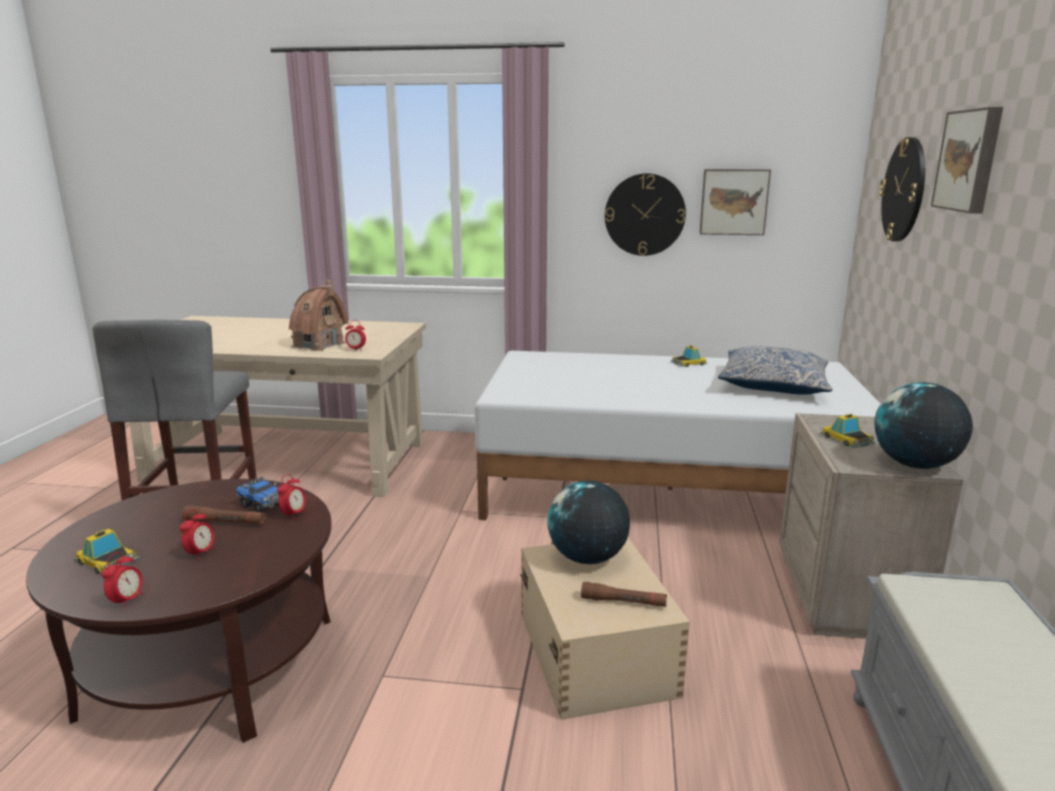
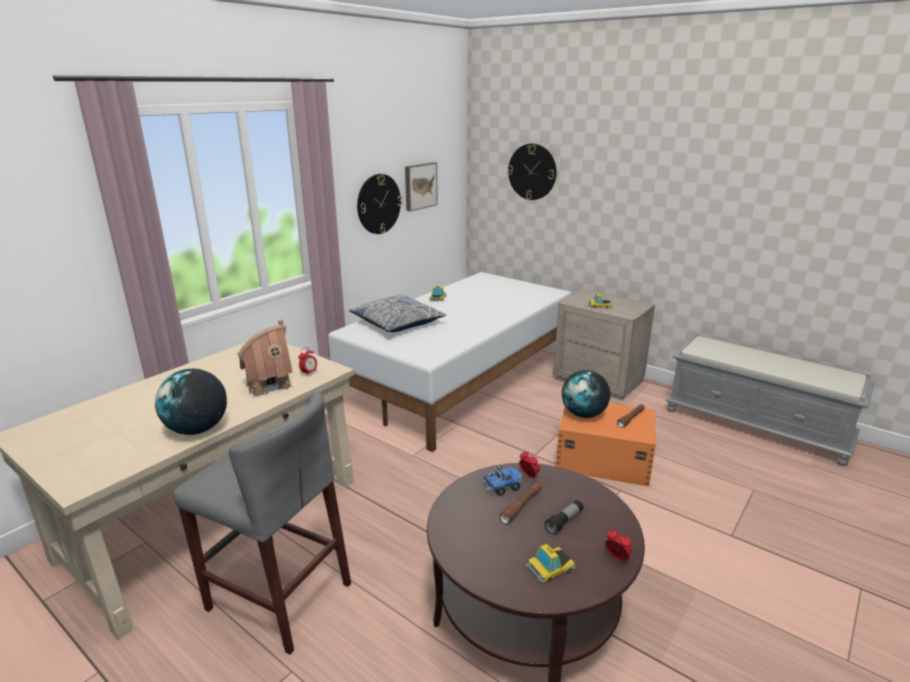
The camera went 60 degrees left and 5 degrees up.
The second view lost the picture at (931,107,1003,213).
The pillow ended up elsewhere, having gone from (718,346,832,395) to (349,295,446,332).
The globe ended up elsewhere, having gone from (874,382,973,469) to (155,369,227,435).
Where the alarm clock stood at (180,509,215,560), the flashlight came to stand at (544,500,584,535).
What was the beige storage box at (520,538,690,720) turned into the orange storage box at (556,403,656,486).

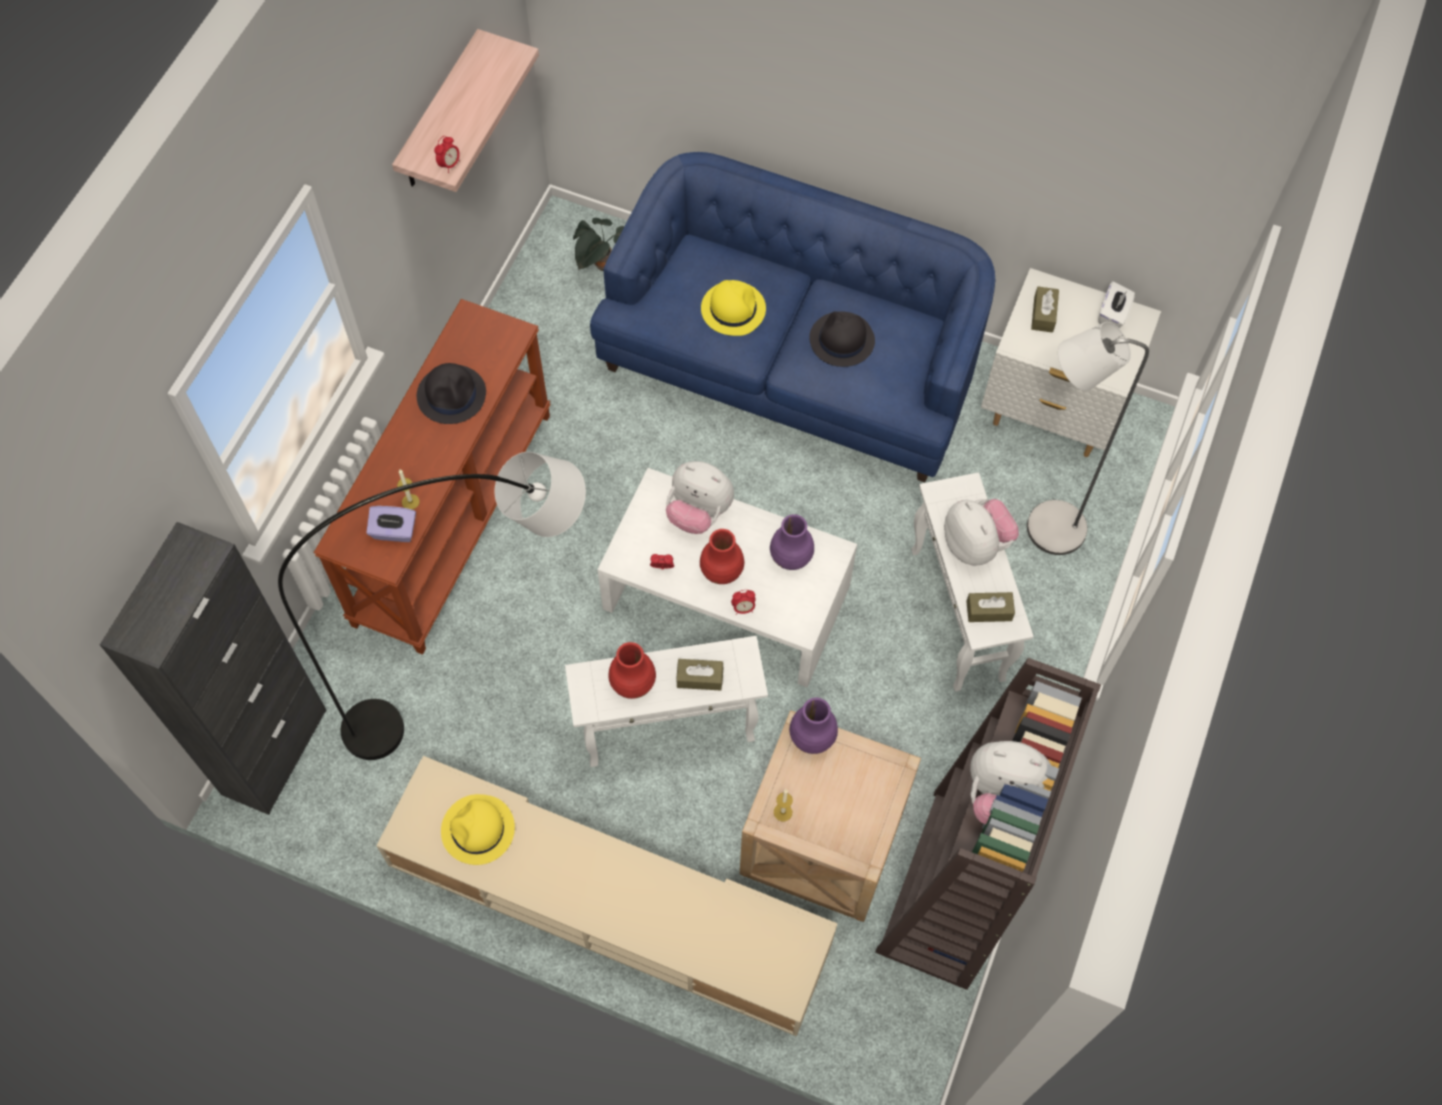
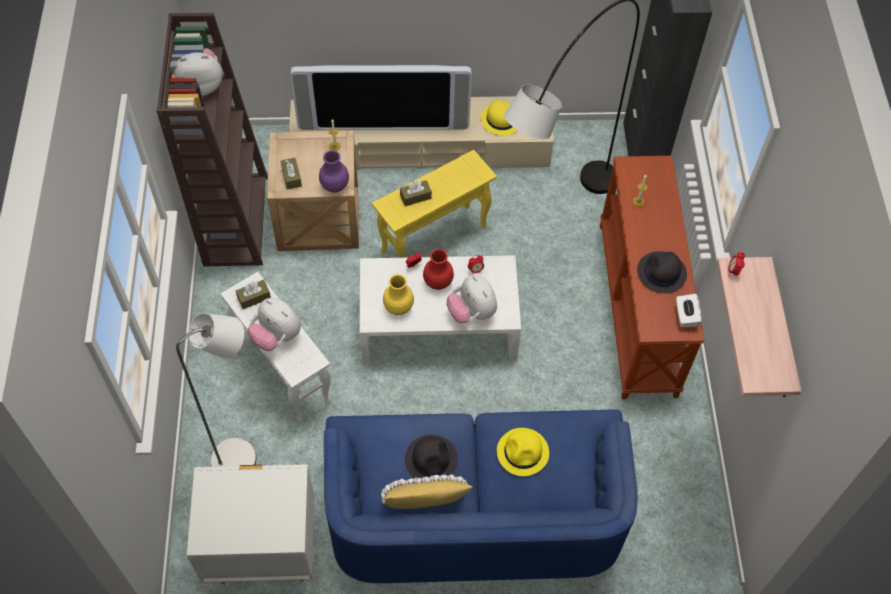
The camera went 155 degrees right and 5 degrees down.
The second view lost the potted plant at (573,218,624,271).
The white tissue box ended up elsewhere, having gone from (1098,281,1135,328) to (676,294,701,327).
The brown tissue box ended up elsewhere, having gone from (1031,287,1059,333) to (281,158,302,189).
The plush toy at (666,461,734,534) ended up facing another way, 120 degrees counterclockwise from before.
The second view lost the purple tissue box at (366,506,416,542).
What was the purple vase at (770,514,814,570) turned into the yellow vase at (383,274,414,315).
What was the white side table at (565,636,768,767) turned into the yellow side table at (372,150,497,258).
The second view lost the red vase at (609,642,656,699).
The second view gained the television at (290,65,472,130).
The second view gained the yellow pillow at (381,474,472,509).

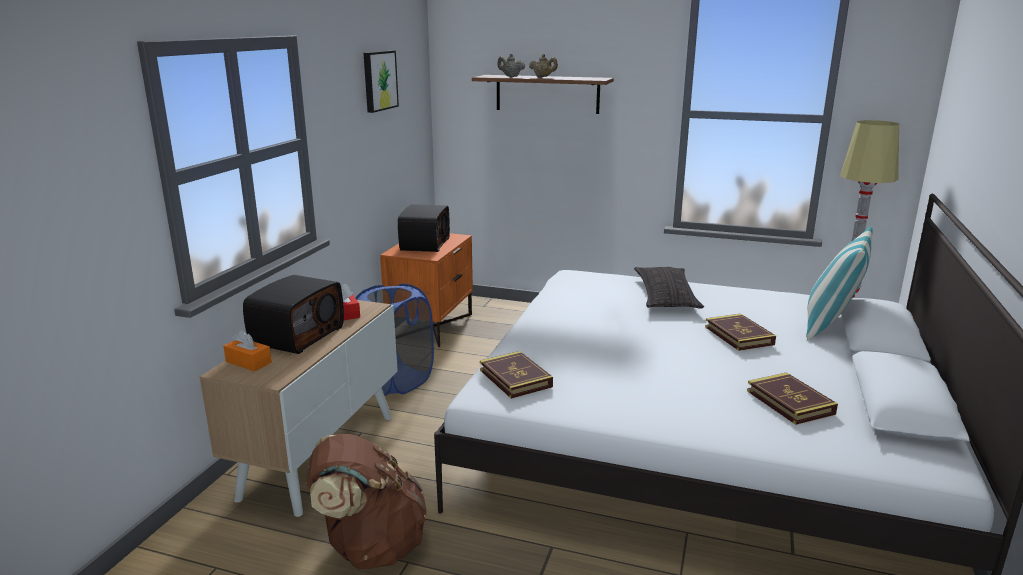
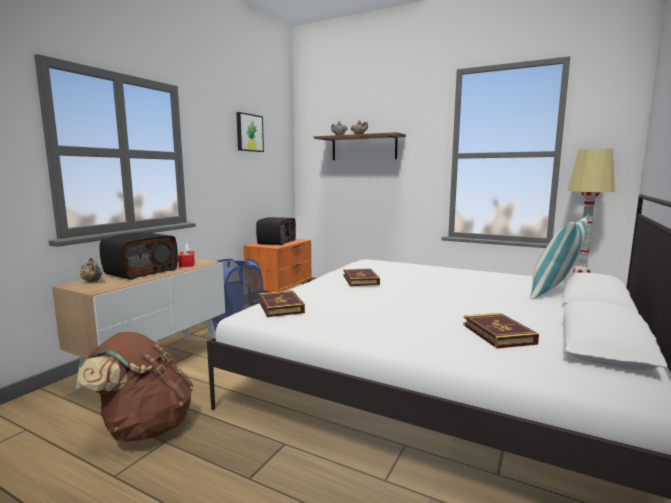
The camera went 10 degrees right and 10 degrees down.
The second view lost the pillow at (634,267,704,309).
The book ended up elsewhere, having gone from (705,314,776,351) to (343,268,380,286).
Where the orange tissue box stood at (223,330,272,371), the beige teapot came to stand at (80,258,102,282).

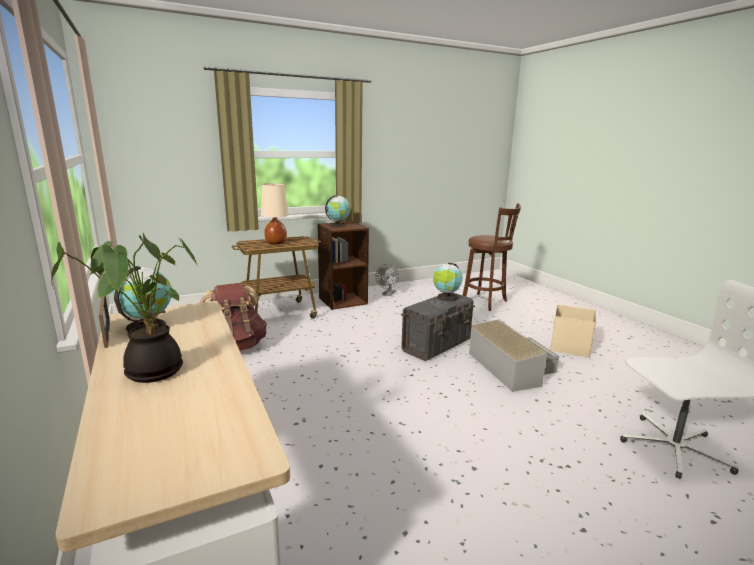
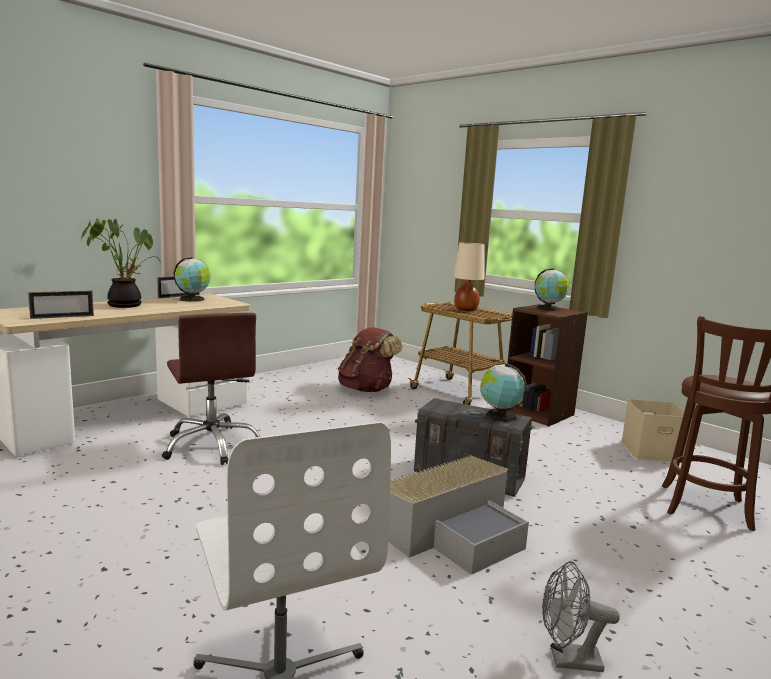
The camera went 70 degrees right and 5 degrees down.
The grey fan ended up elsewhere, having gone from (376,264,399,296) to (542,561,620,672).
The beige storage box ended up elsewhere, having gone from (550,305,596,358) to (621,399,690,463).
The second view gained the picture frame at (28,290,94,319).
The second view gained the brown office chair at (162,313,260,465).

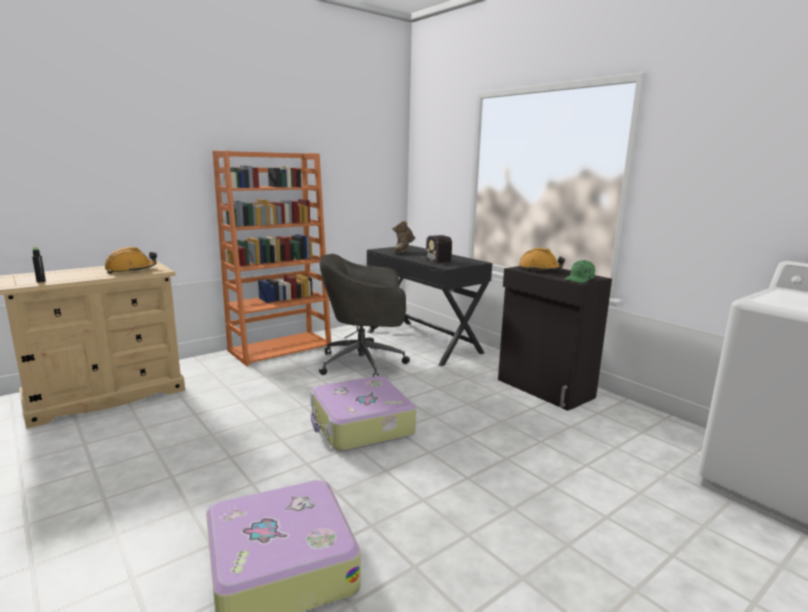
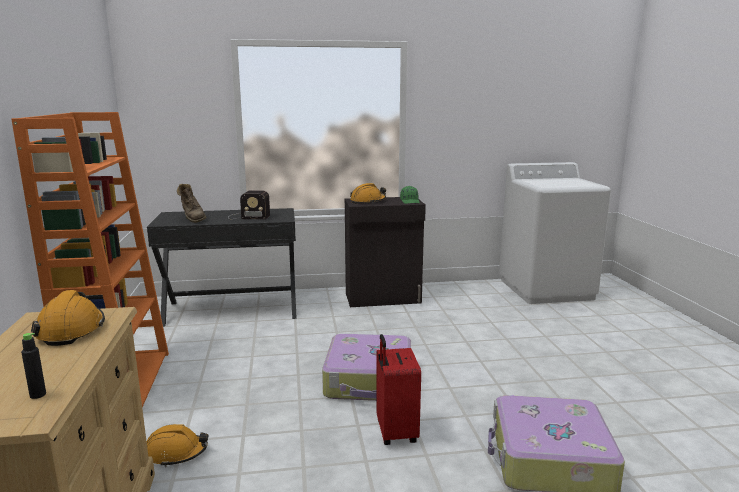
The camera went 60 degrees left and 0 degrees up.
The second view lost the grey office chair at (319,254,410,377).
The second view gained the red suitcase at (376,334,421,445).
The second view gained the orange hard hat at (147,424,208,467).

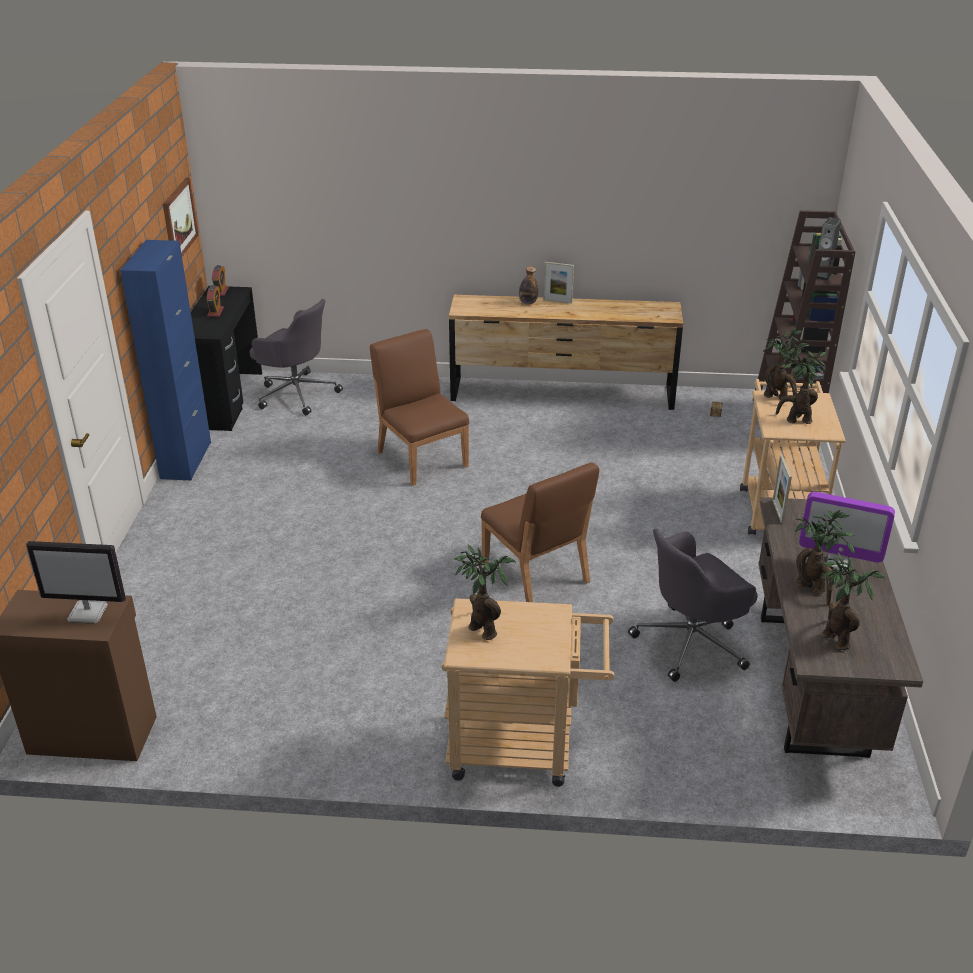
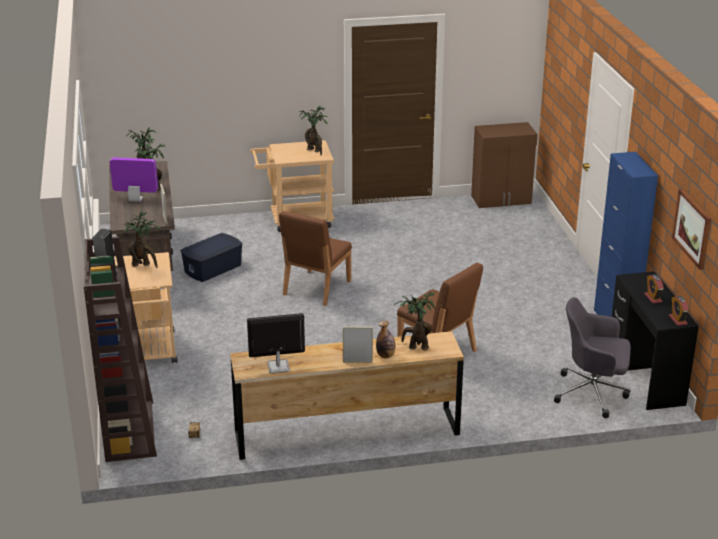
The camera went 165 degrees right and 5 degrees down.
The potted plant ended up elsewhere, having gone from (763,328,814,405) to (394,291,436,350).
The brown chair at (481,462,599,602) ended up facing another way, 105 degrees counterclockwise from before.
Where the grey office chair stood at (628,528,758,682), the blue storage box came to stand at (180,233,242,282).
The monitor ended up elsewhere, having gone from (26,541,126,624) to (247,313,305,374).

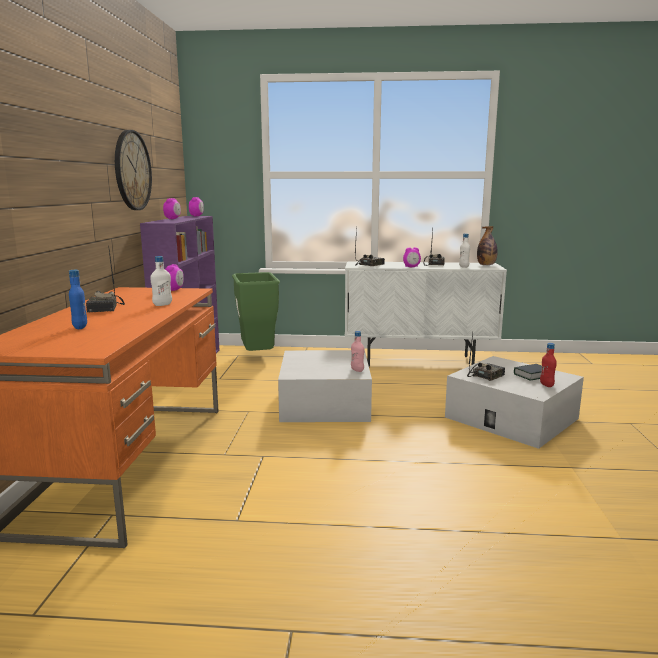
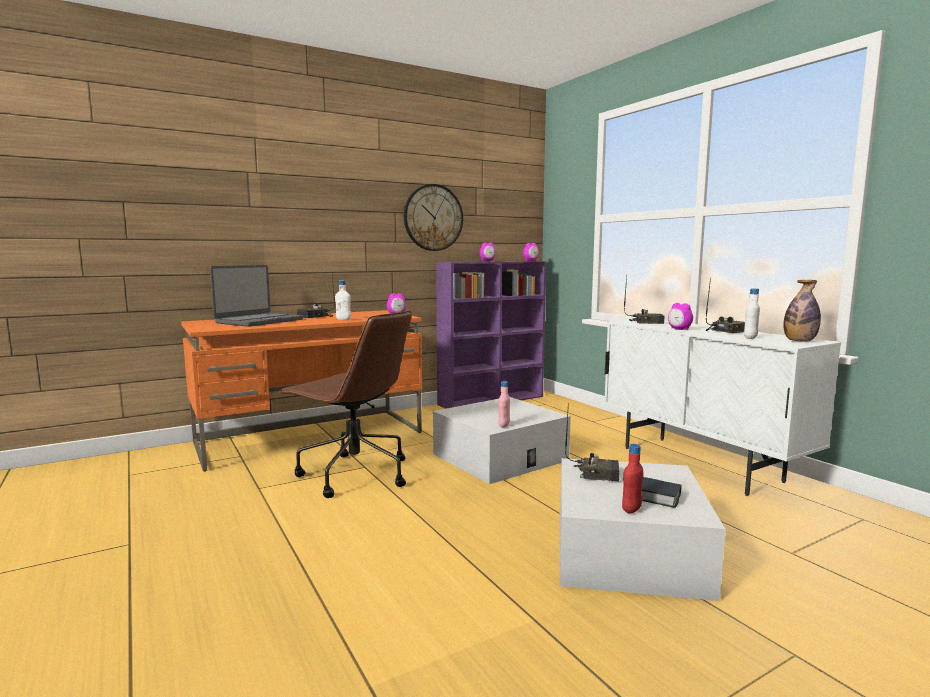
The camera went 55 degrees right and 5 degrees down.
Where the blue bottle stood at (69,270,87,329), the laptop came to stand at (210,265,303,327).
The second view lost the green trash can at (232,272,280,351).
The second view gained the brown office chair at (279,310,412,498).

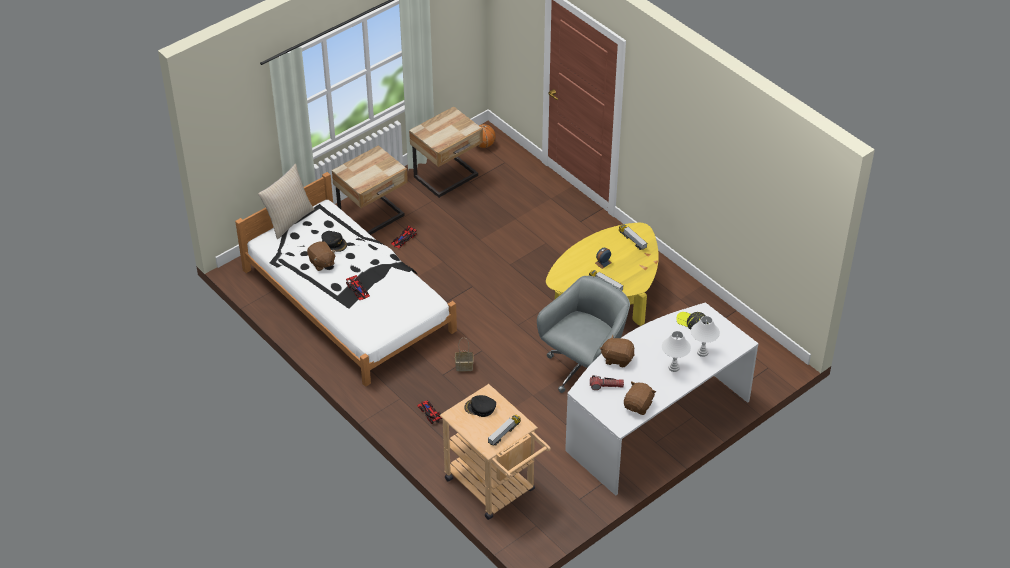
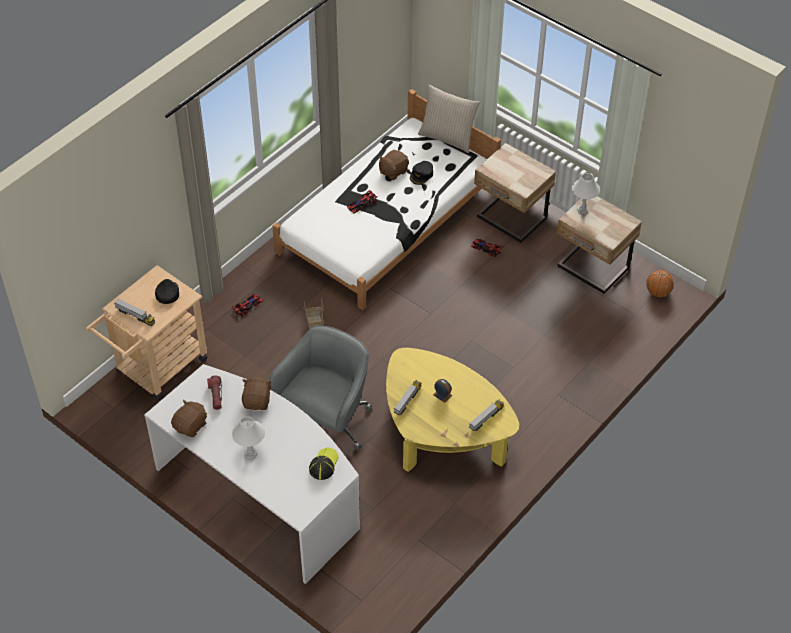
The camera went 80 degrees right and 5 degrees up.
The grey office chair at (537,276,630,393) ended up facing another way, 90 degrees counterclockwise from before.
The white table lamp ended up elsewhere, having gone from (691,316,720,357) to (572,173,600,214).
The brown plush toy at (624,381,656,415) ended up facing another way, 75 degrees counterclockwise from before.

